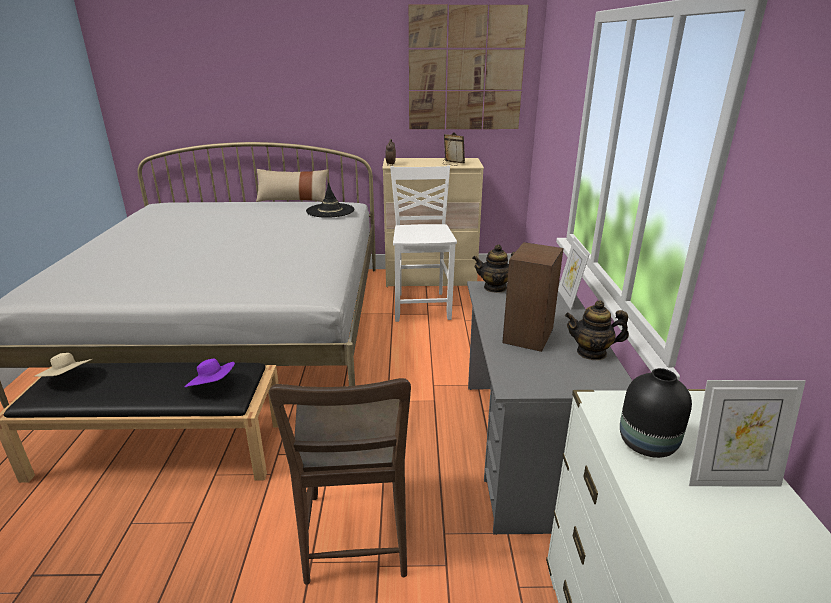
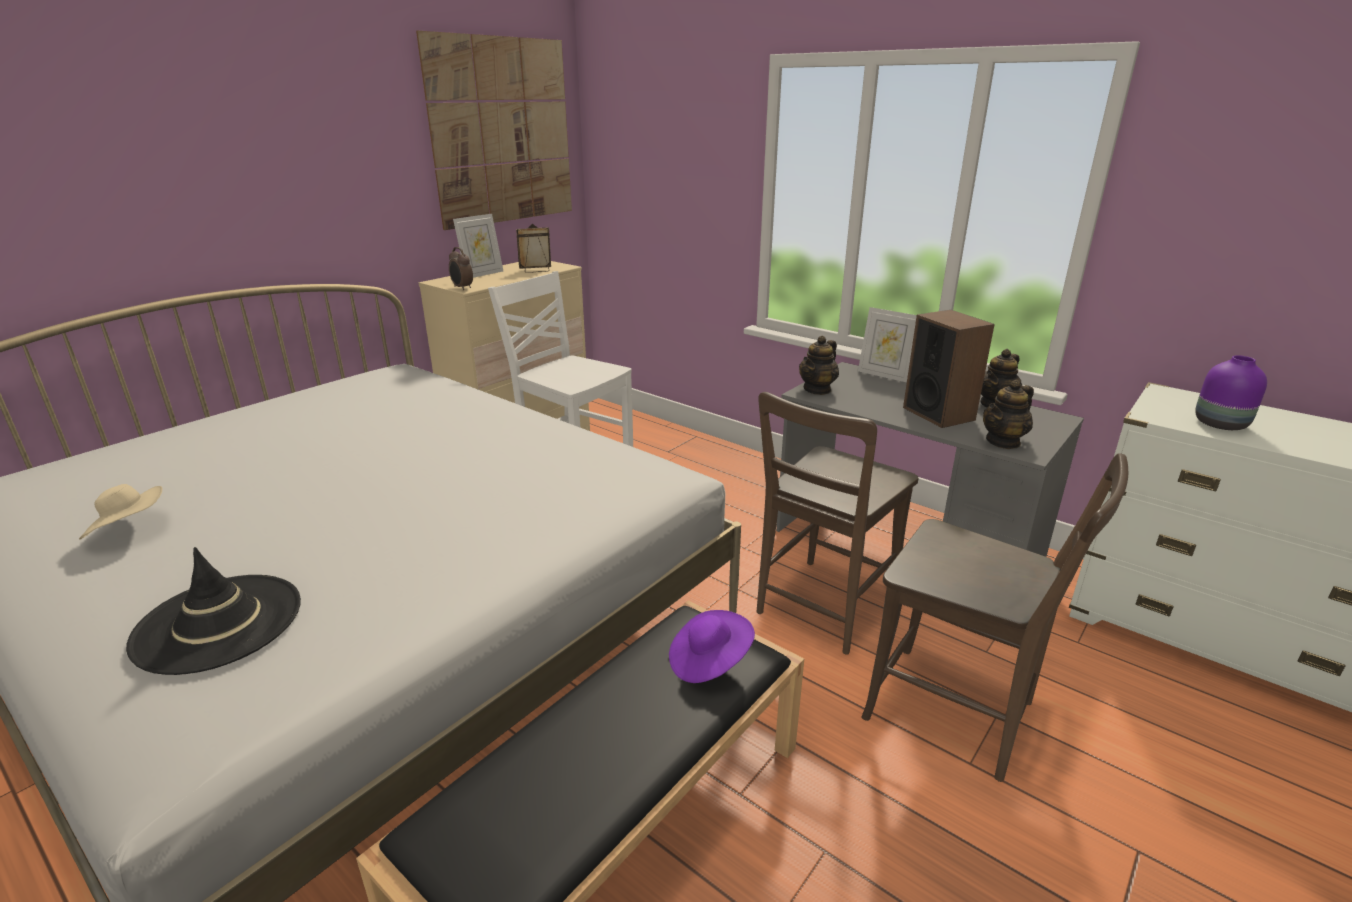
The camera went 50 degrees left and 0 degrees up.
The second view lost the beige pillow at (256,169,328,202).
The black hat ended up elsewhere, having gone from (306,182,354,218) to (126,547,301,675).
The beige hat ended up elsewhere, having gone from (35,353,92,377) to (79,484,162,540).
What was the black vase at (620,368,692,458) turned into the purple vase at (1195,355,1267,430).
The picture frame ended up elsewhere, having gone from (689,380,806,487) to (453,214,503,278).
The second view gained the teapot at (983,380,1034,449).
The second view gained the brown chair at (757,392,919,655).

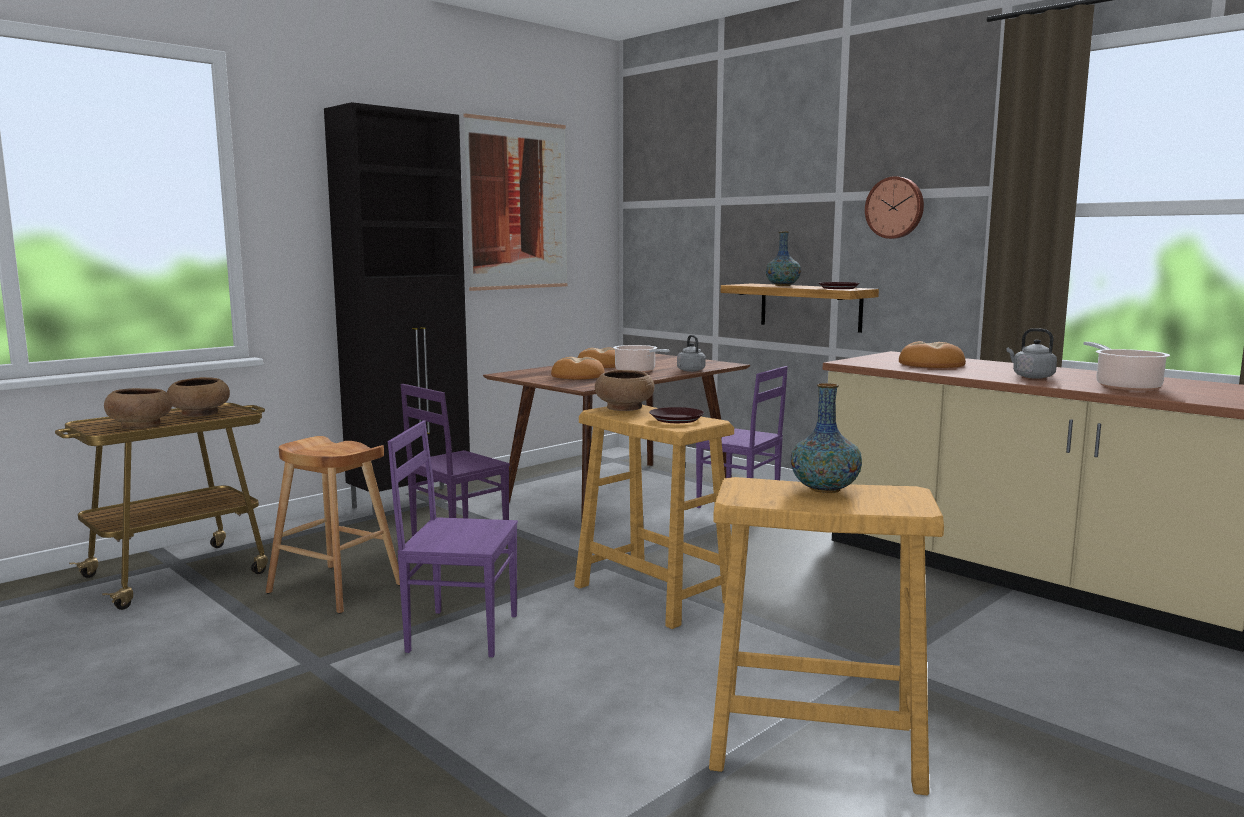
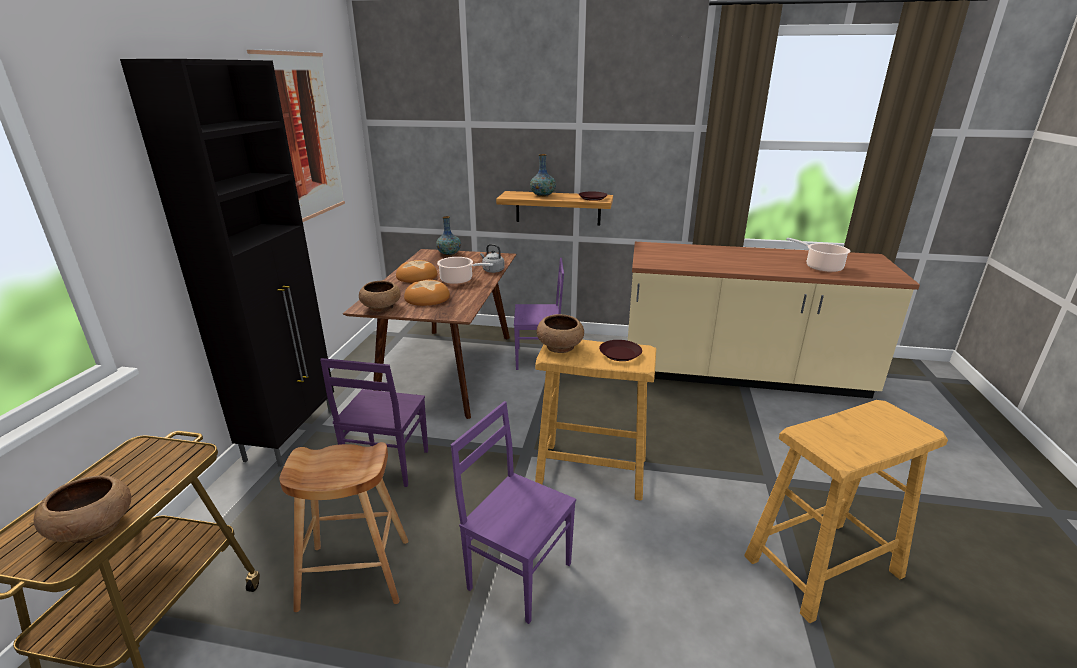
The camera went 35 degrees left and 15 degrees up.
The second view lost the wall clock at (865,176,924,239).
The second view lost the grey kettle at (1006,328,1057,379).
The second view lost the bread at (899,341,966,368).
The brown bowl ended up elsewhere, having gone from (167,377,230,417) to (359,281,401,312).
The vase ended up elsewhere, having gone from (790,383,862,493) to (436,216,461,256).
The purple chair at (388,420,518,657) ended up facing another way, 60 degrees clockwise from before.

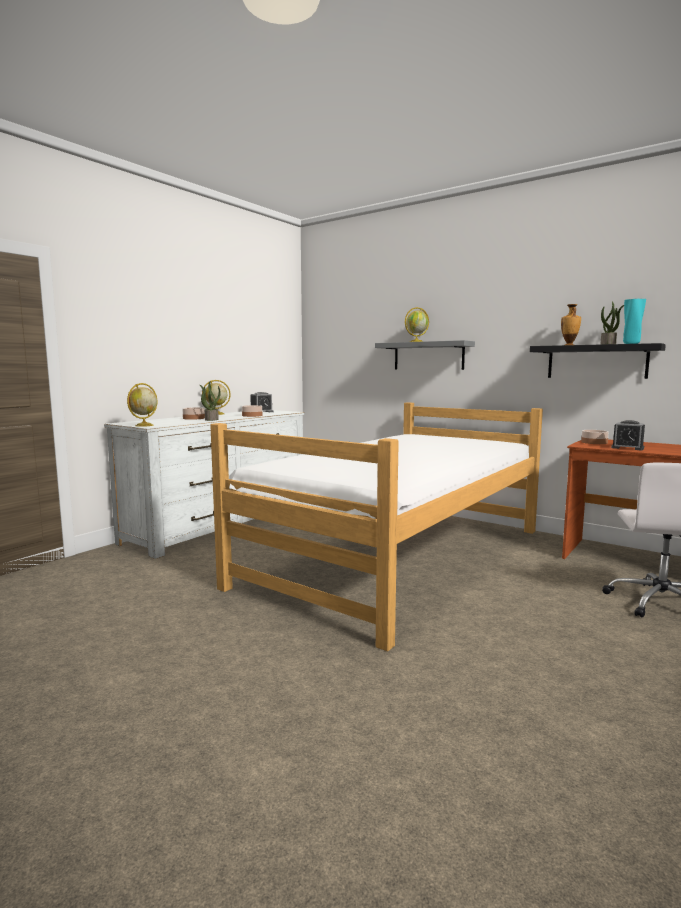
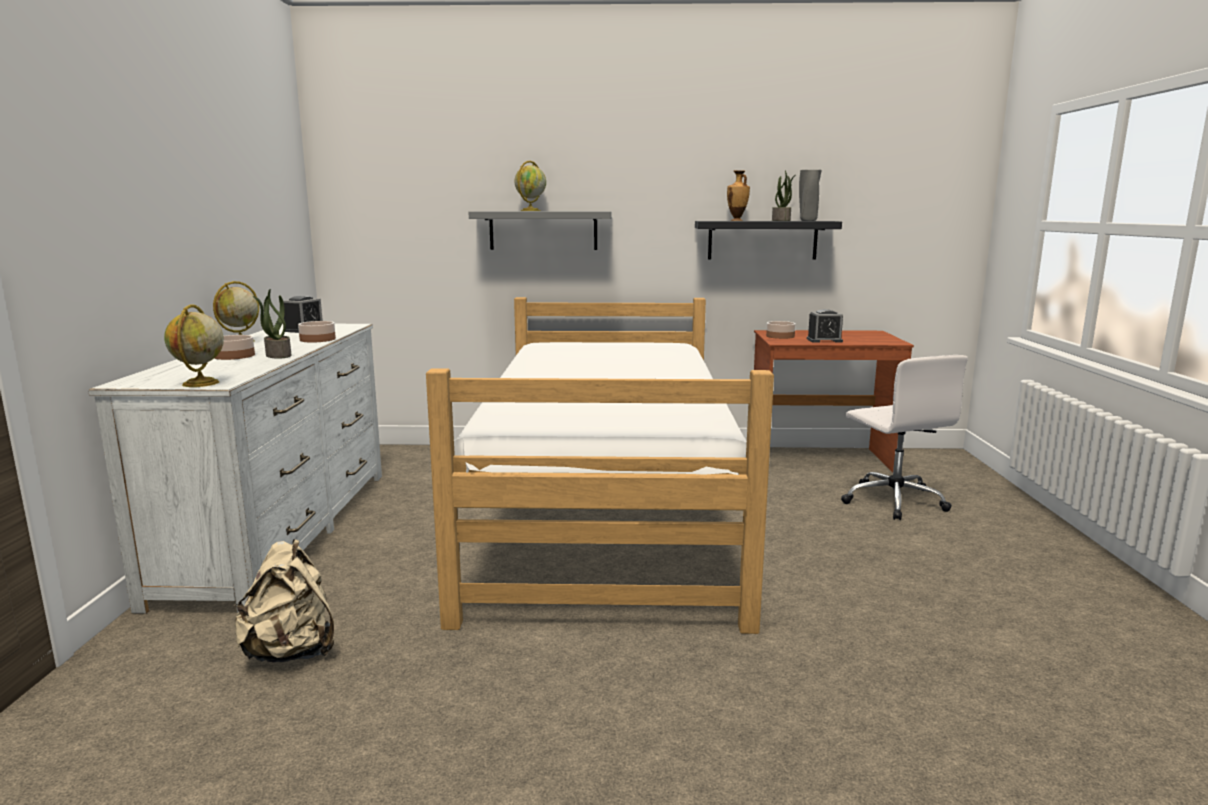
The camera went 35 degrees left and 5 degrees up.
What was the turquoise vase at (623,299,646,344) turned into the grey vase at (799,170,822,221).
The second view gained the beige backpack at (233,539,334,663).

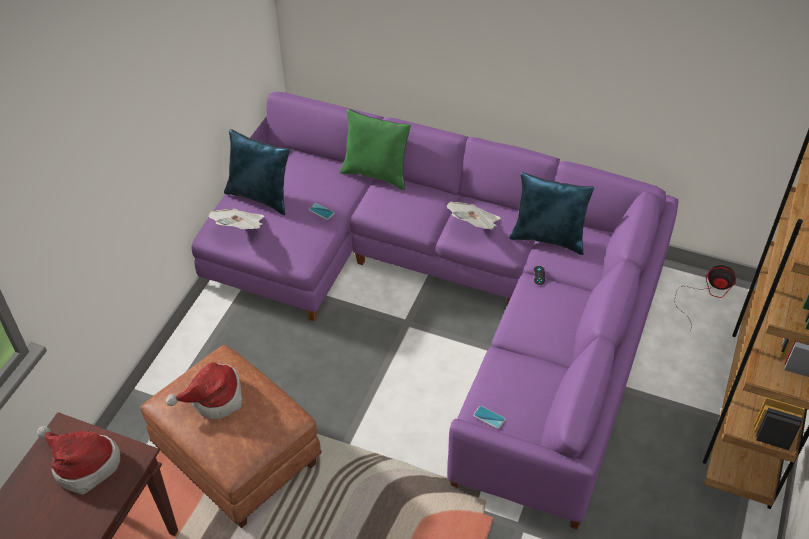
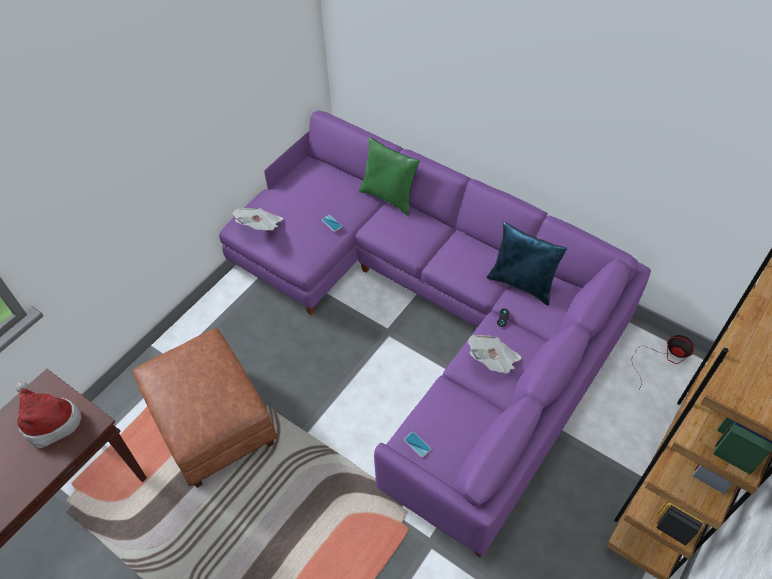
The camera went 15 degrees right and 5 degrees up.
The second view lost the blue pillow at (224,129,290,215).
The newspaper ended up elsewhere, having gone from (447,202,501,230) to (468,335,521,374).
The second view lost the hat at (165,362,242,419).

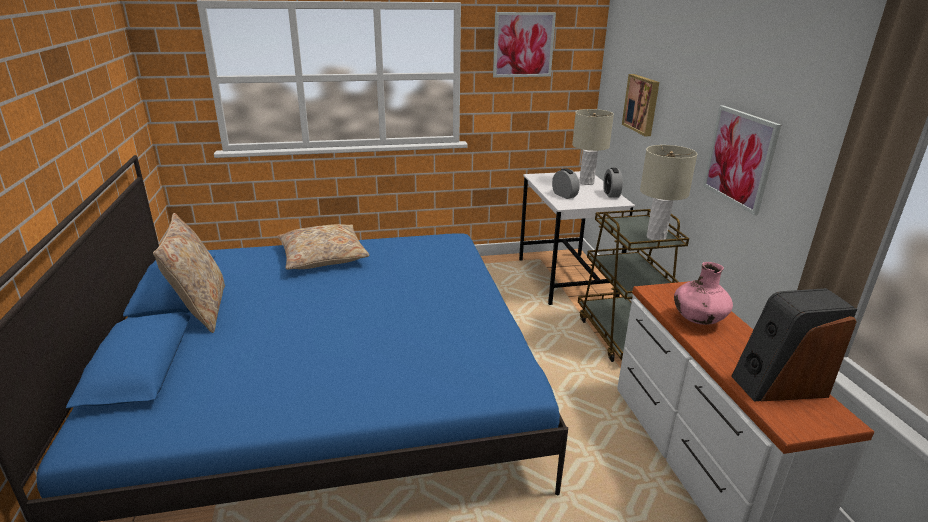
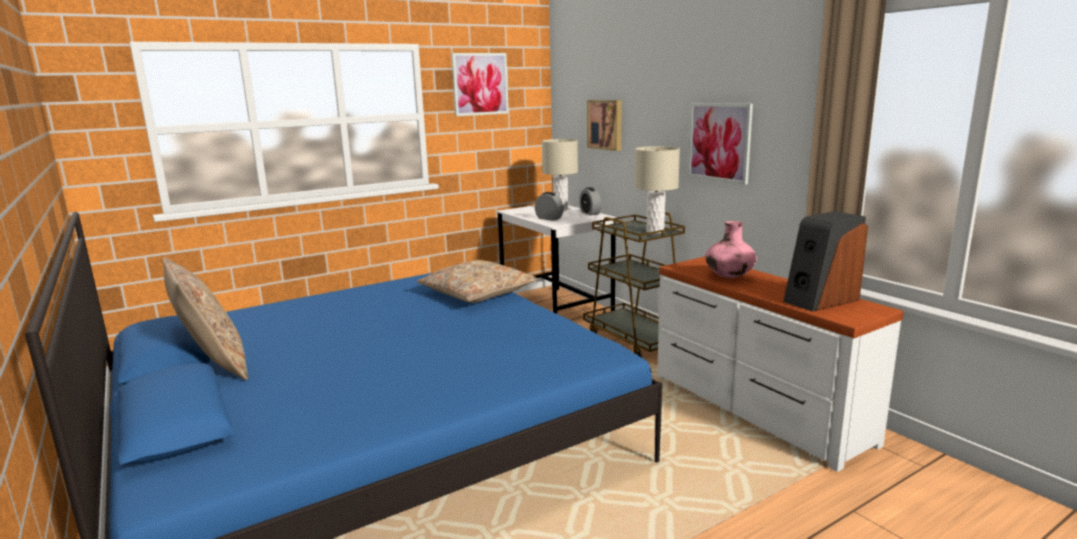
The camera went 20 degrees left and 10 degrees down.
The beige pillow ended up elsewhere, having gone from (277,224,370,270) to (417,260,538,303).

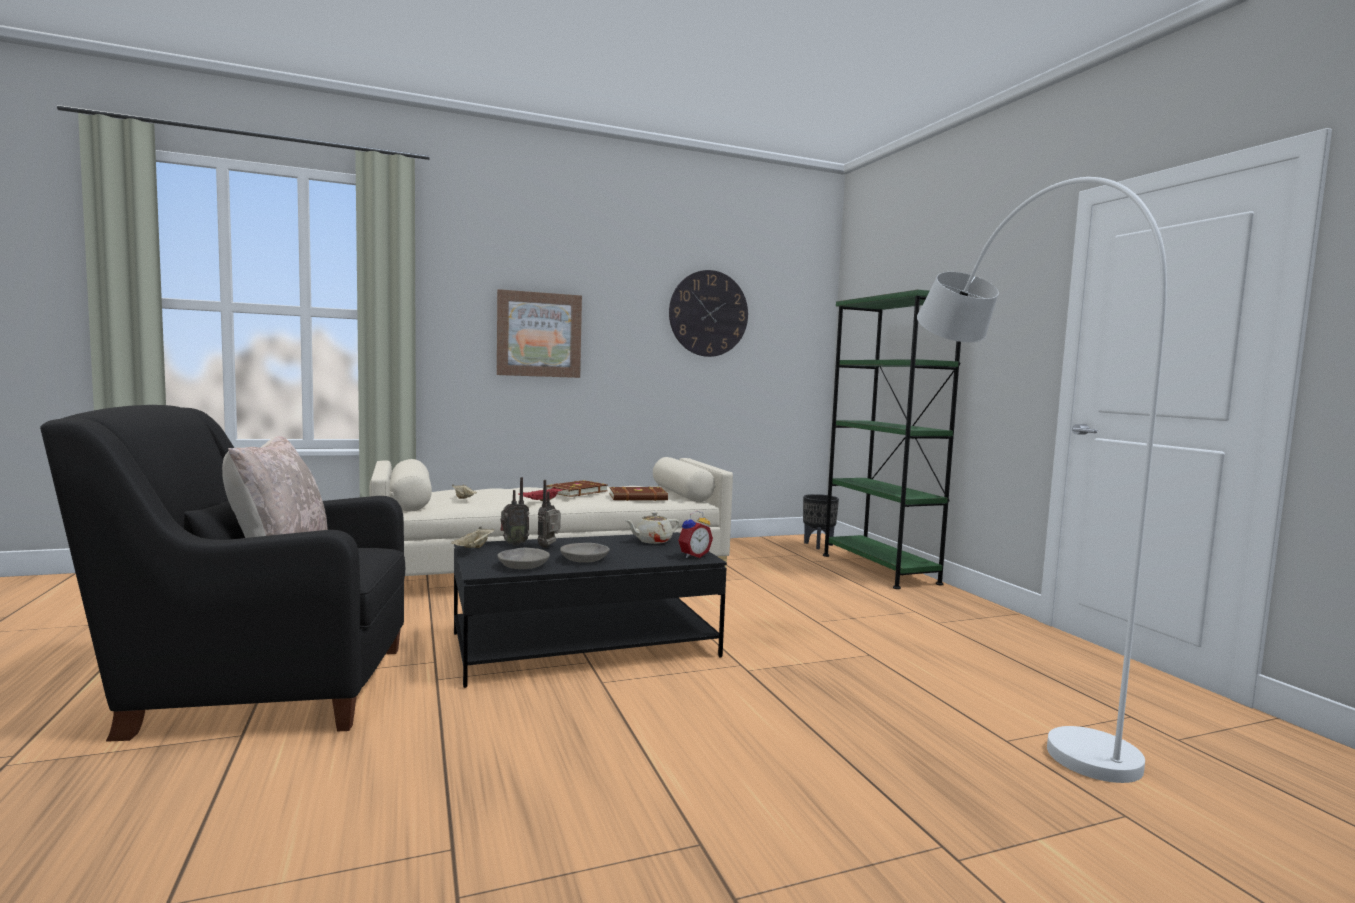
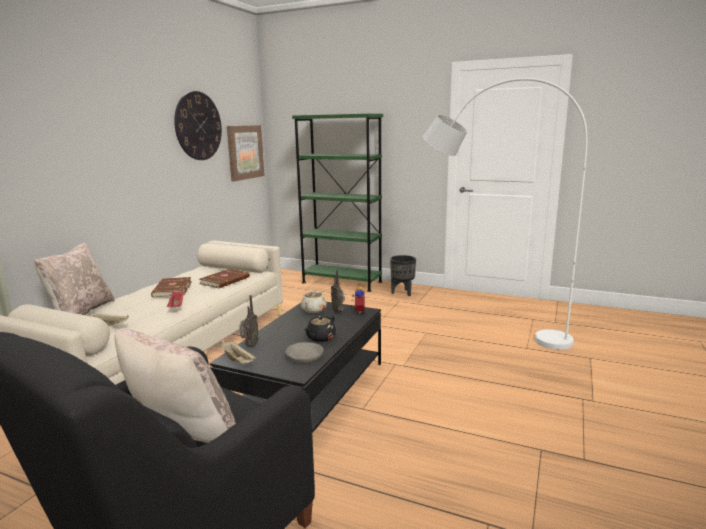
The camera went 45 degrees left and 10 degrees up.
The picture ended up elsewhere, having gone from (497,289,582,378) to (227,125,265,181).
The radio ended up elsewhere, having gone from (538,480,561,548) to (331,270,345,313).
The black planter ended up elsewhere, having gone from (803,494,839,550) to (390,255,416,296).
Where the grey bowl stood at (560,543,610,563), the black teapot came to stand at (304,315,336,342).
The second view gained the beige pillow at (34,243,115,315).

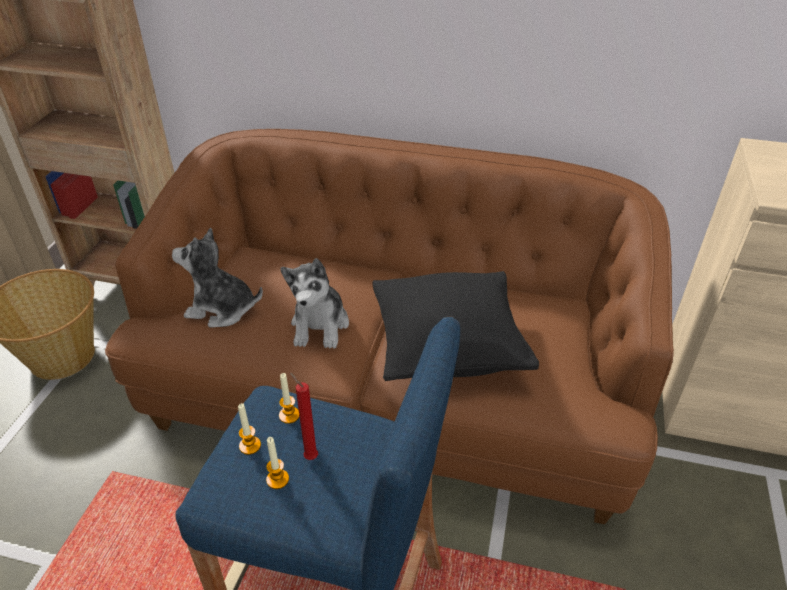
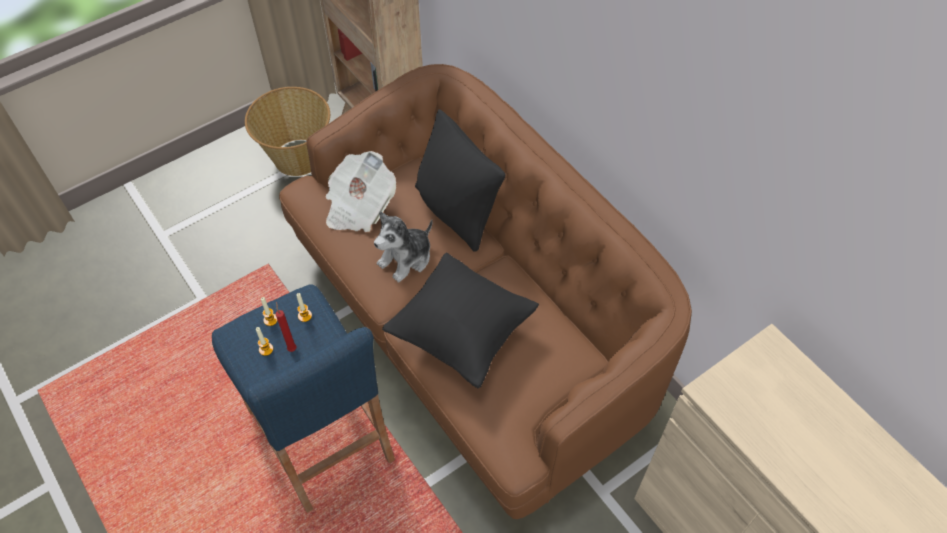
The camera went 40 degrees right and 15 degrees up.
Where the plush toy stood at (172,228,263,328), the newspaper came to stand at (325,151,396,232).
The second view gained the black pillow at (415,109,506,252).

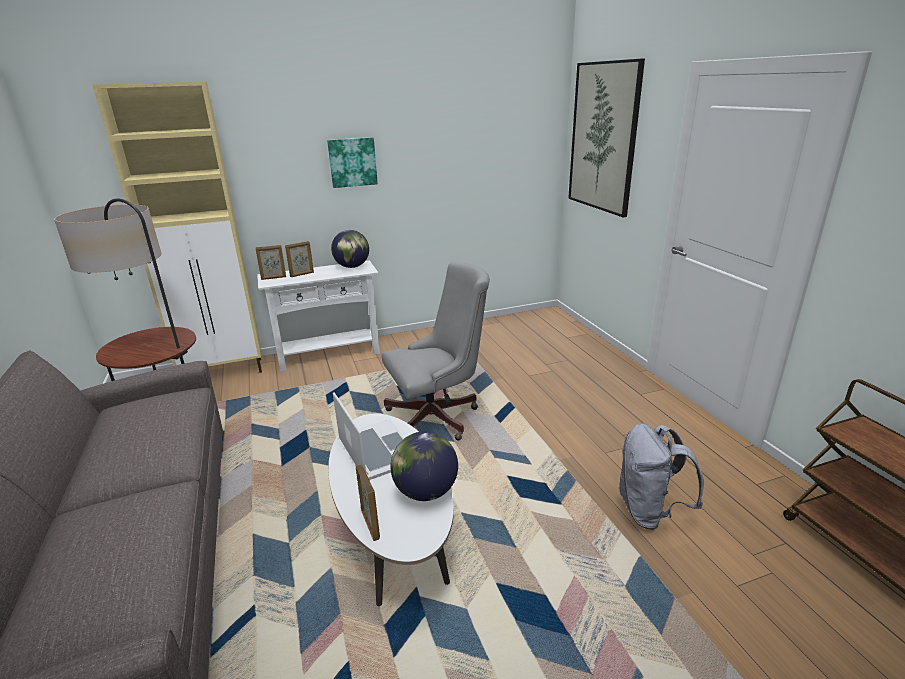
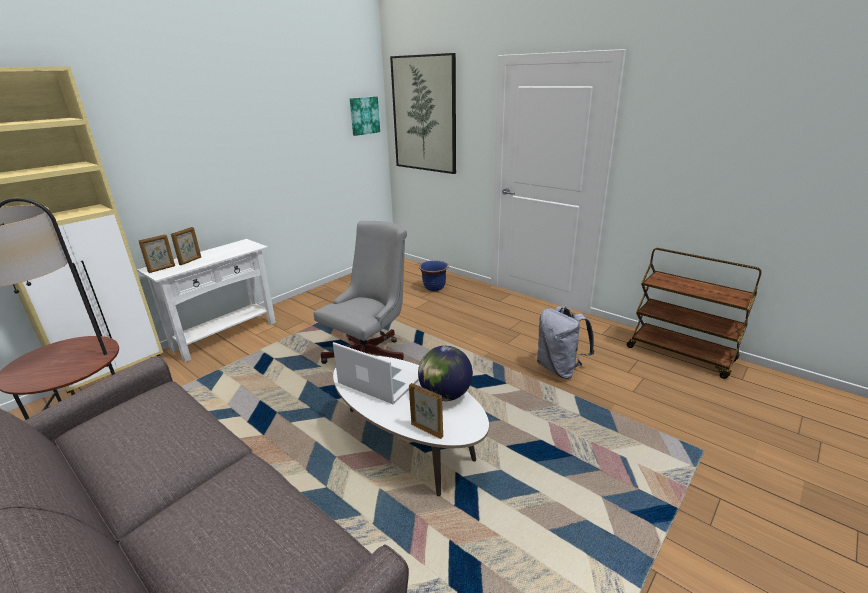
The camera went 30 degrees left and 0 degrees up.
The picture ended up elsewhere, having gone from (327,137,378,188) to (350,96,380,136).
The second view lost the globe at (331,230,369,268).
The second view gained the blue planter at (419,261,449,291).

